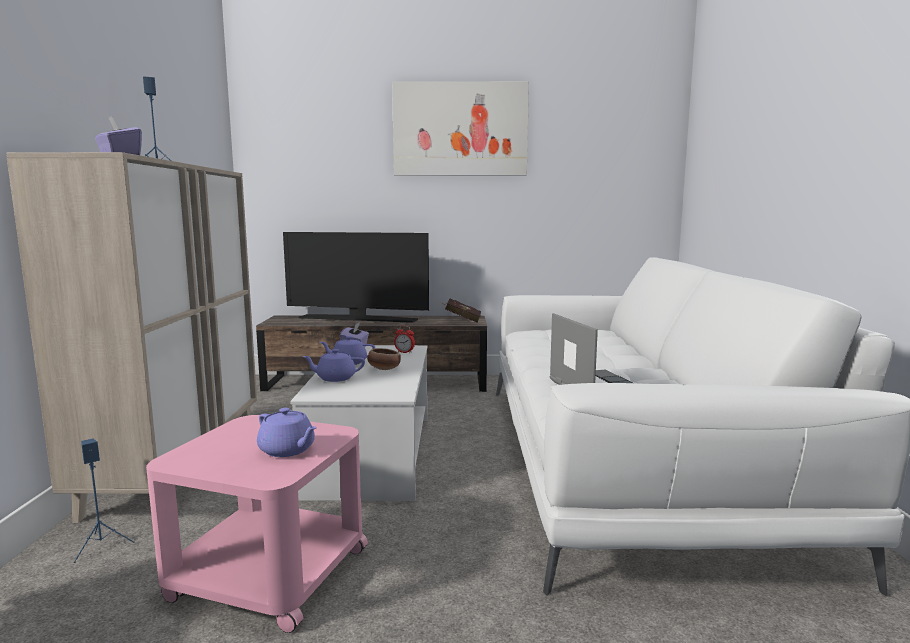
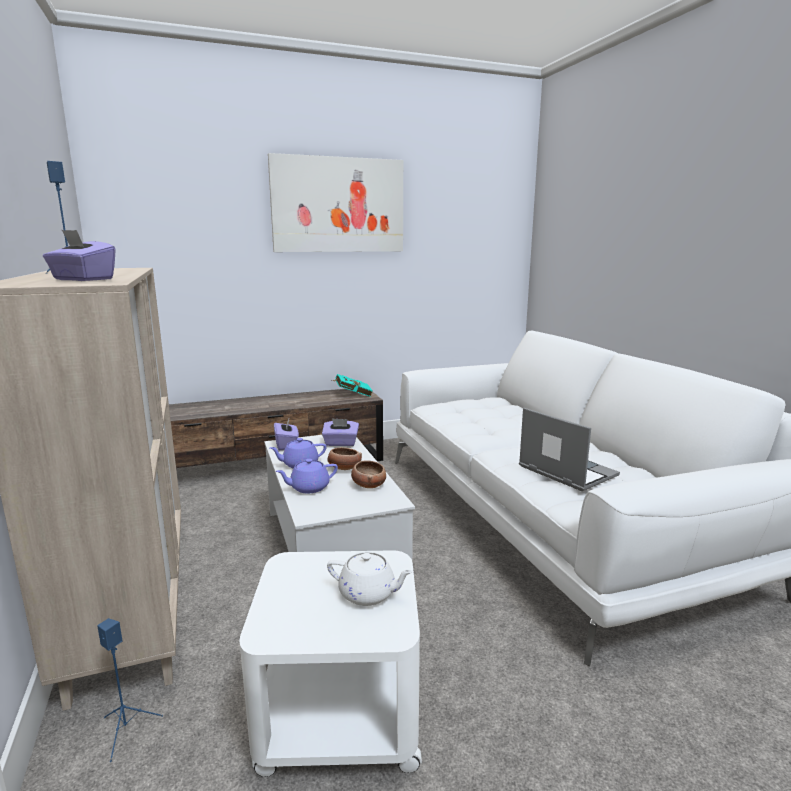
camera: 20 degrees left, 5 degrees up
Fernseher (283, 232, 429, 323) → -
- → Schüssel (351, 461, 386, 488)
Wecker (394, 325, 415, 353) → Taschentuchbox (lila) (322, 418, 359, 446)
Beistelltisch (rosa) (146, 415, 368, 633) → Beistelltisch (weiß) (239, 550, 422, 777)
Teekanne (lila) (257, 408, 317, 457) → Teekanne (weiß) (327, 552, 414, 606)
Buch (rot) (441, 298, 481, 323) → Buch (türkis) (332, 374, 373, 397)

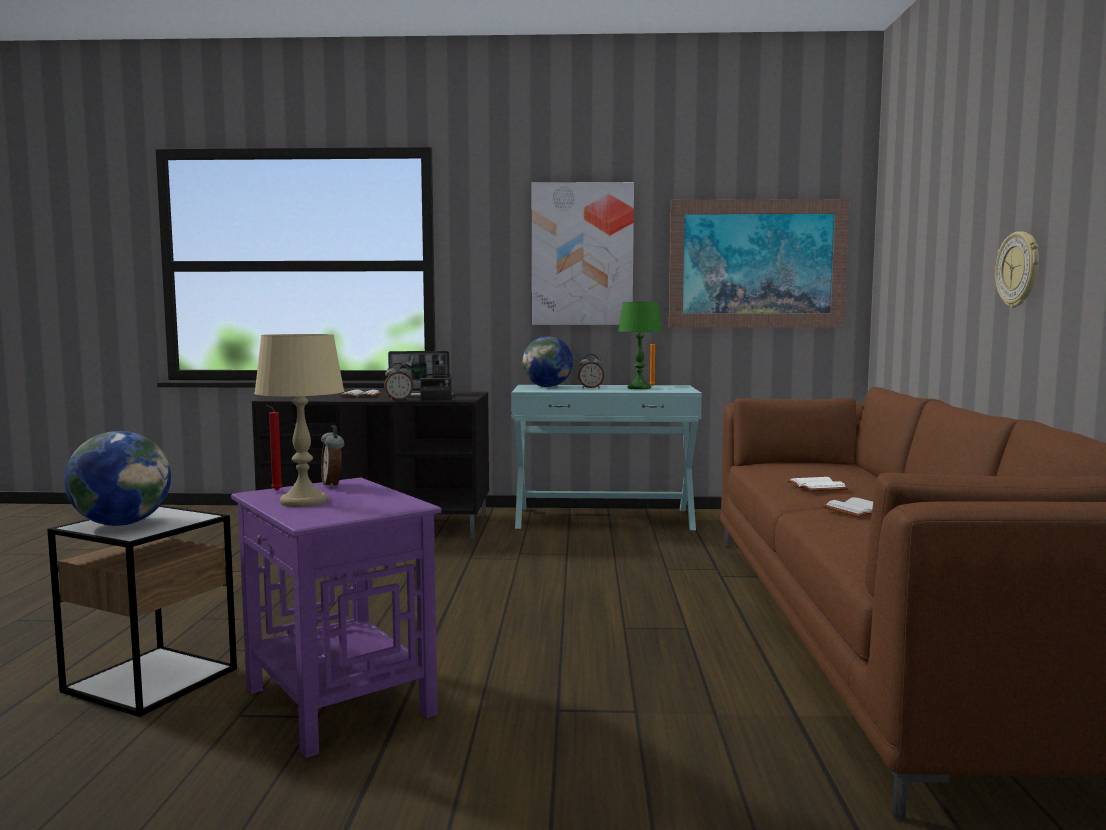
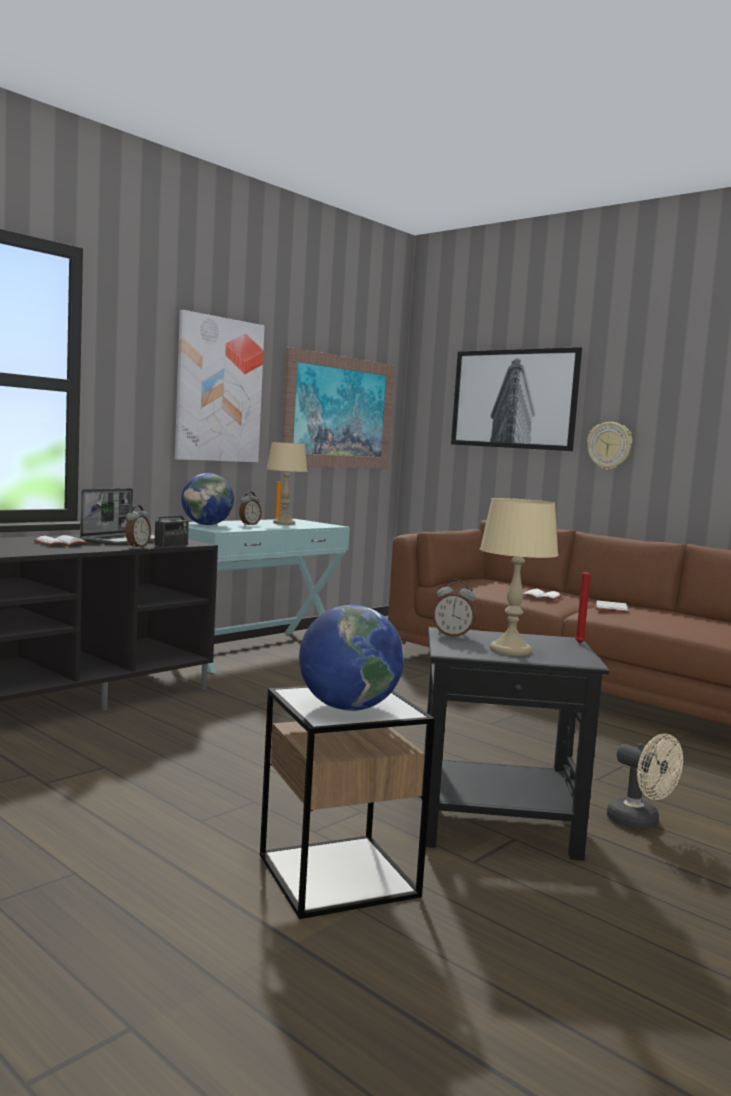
camera: 50 degrees left, 0 degrees up
- → Bild (451, 347, 582, 451)
- → Ventilator (beige) (606, 734, 683, 829)
Kerze (rot) (265, 404, 283, 491) → Kerze (rot) (575, 566, 591, 643), moved
Beistelltisch (lila) (231, 478, 441, 758) → Beistelltisch (schwarz) (421, 627, 610, 860)
Tischlampe (grün) (618, 302, 662, 389) → Tischlampe (beige) (266, 442, 308, 525)

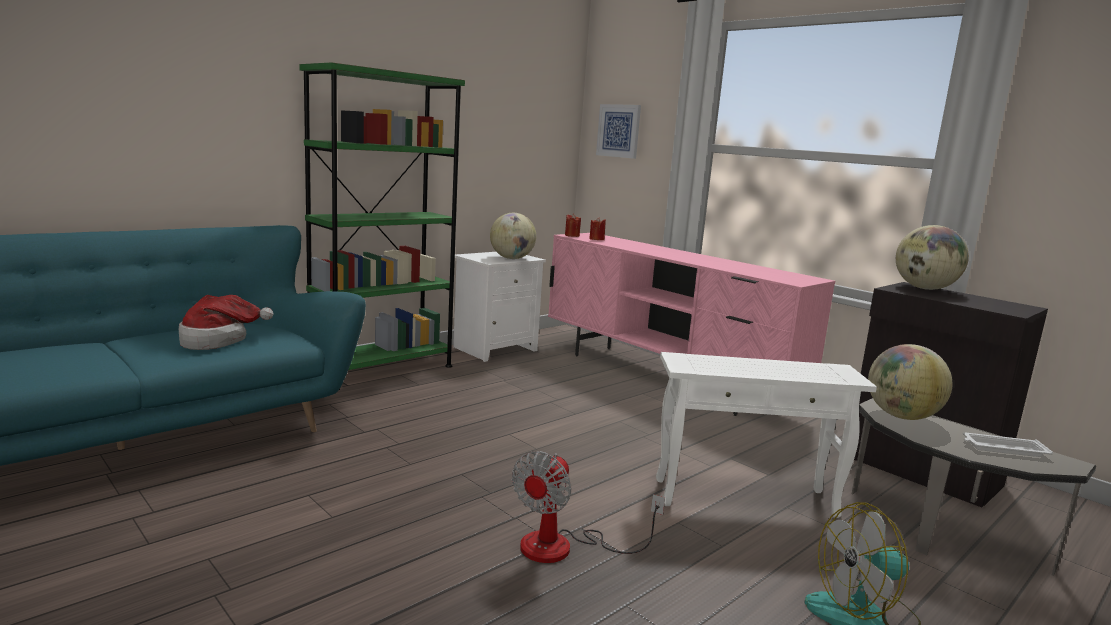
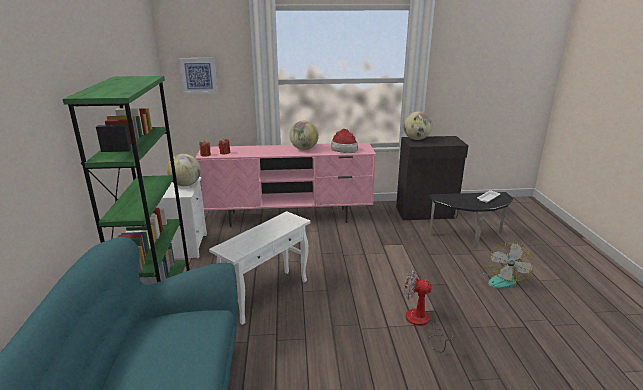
camera: 50 degrees left, 10 degrees up
Hut (179, 295, 273, 350) → Hut (331, 129, 358, 153), moved
Beistelltisch (weiß) (656, 352, 877, 518) → Beistelltisch (weiß) (209, 211, 310, 325), moved
Globus (868, 344, 952, 420) → Globus (290, 121, 319, 150), moved
Ventilator (512, 451, 665, 563) → Ventilator (404, 269, 453, 353), 135 degrees clockwise

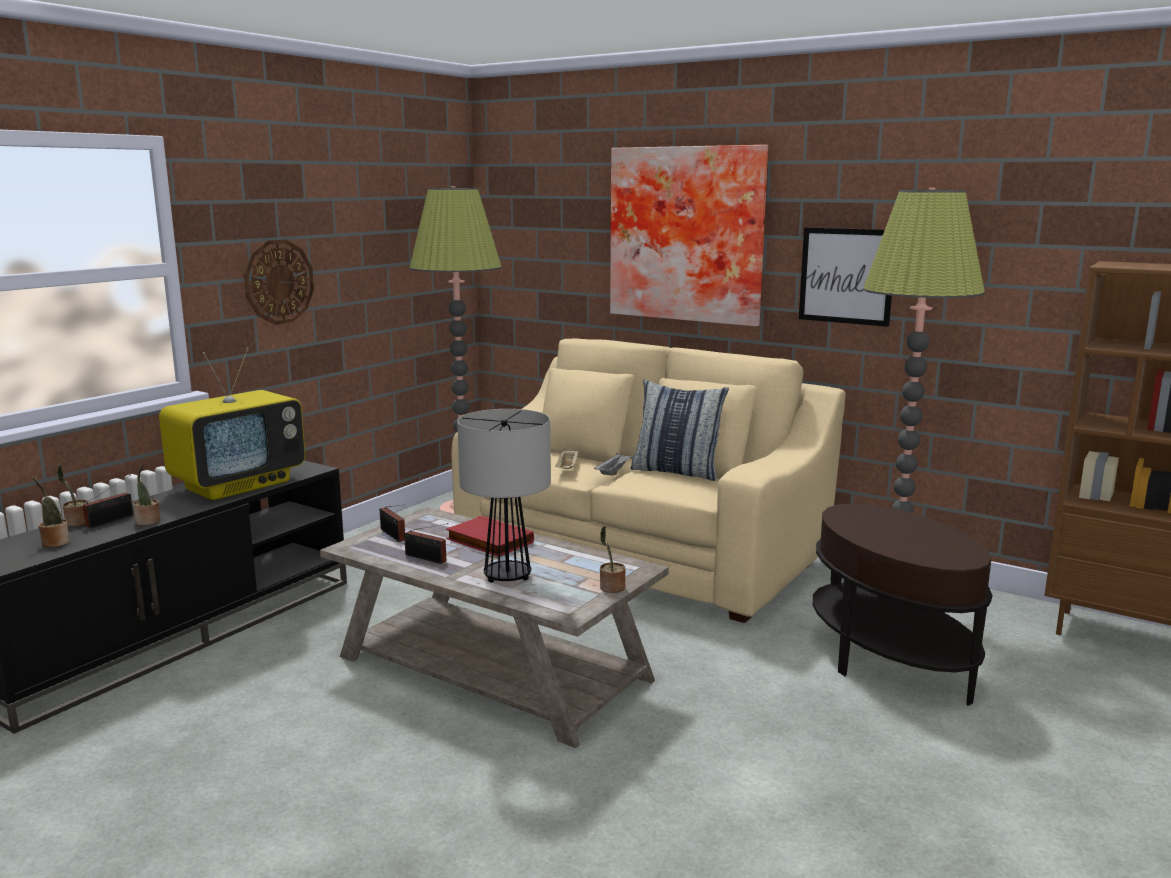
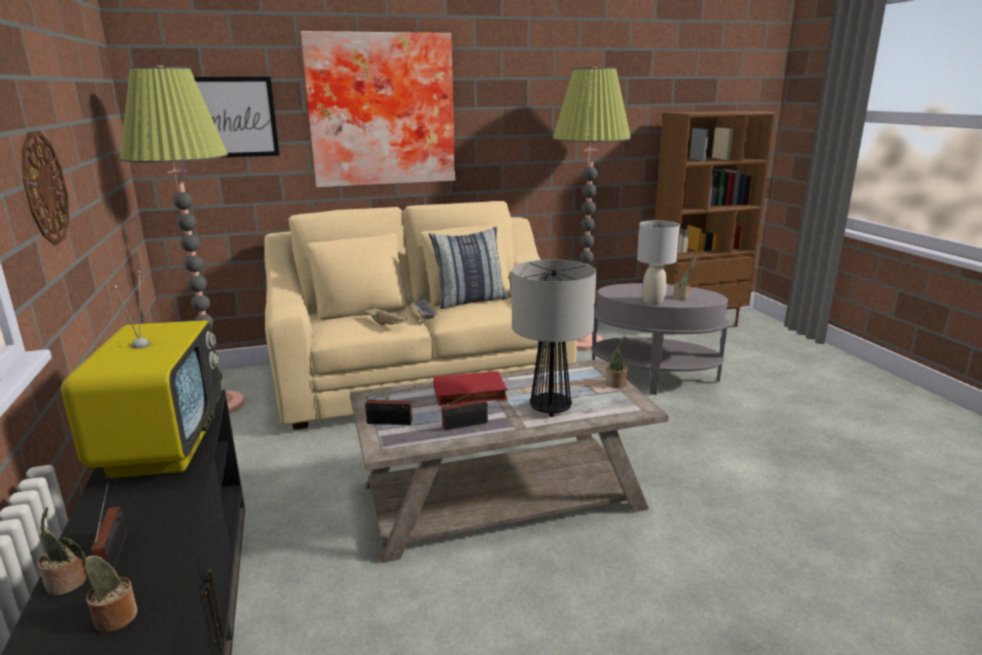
camera: 50 degrees left, 5 degrees up
- → Tischlampe (grau) (637, 220, 680, 305)
Topfpflanze (133, 464, 160, 525) → Topfpflanze (674, 257, 696, 300), moved
Bild (799, 227, 892, 327) → Bild (194, 77, 280, 158), moved
Beistelltisch (braun) (813, 503, 992, 706) → Beistelltisch (grau) (591, 283, 729, 395)

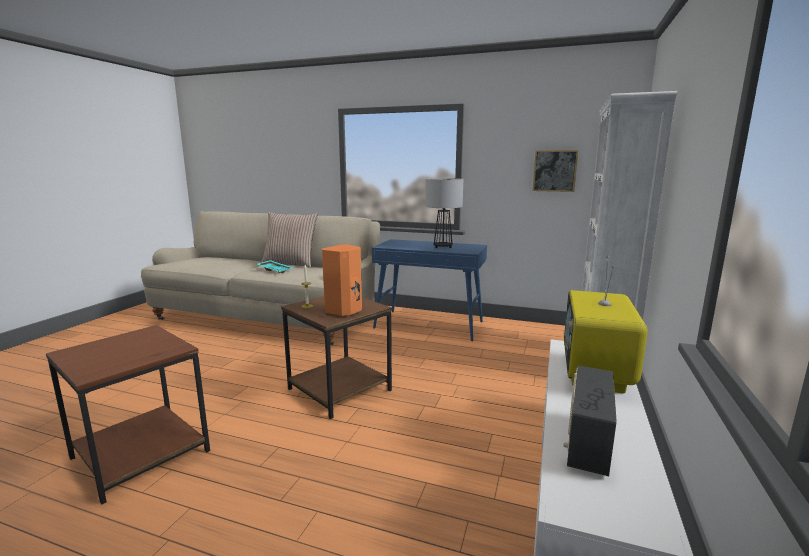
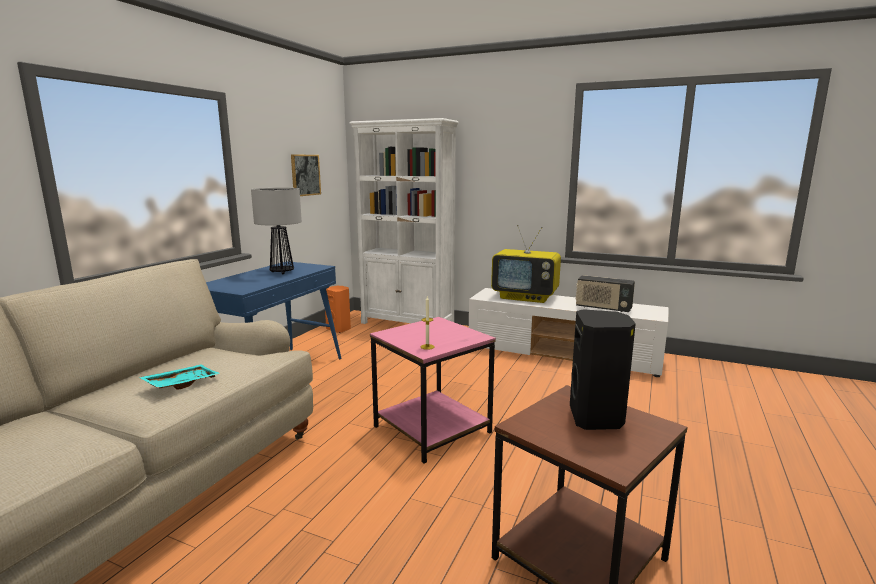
camera: 85 degrees left, 0 degrees up
Kissen (261, 212, 318, 268) → -
- → Lautsprecher (schwarz) (570, 309, 636, 430)
Lautsprecher (orange) (322, 244, 362, 316) → Lautsprecher (orange) (325, 286, 351, 333), moved
Beistelltisch (braun) (281, 296, 392, 419) → Beistelltisch (rosa) (370, 317, 496, 464)

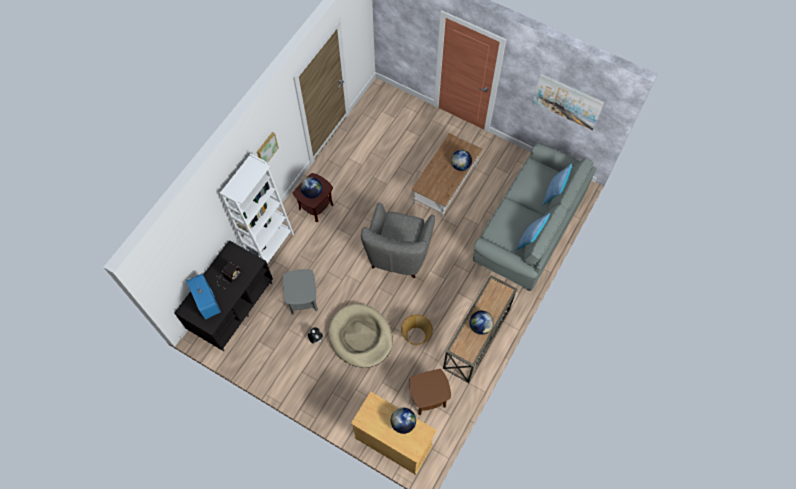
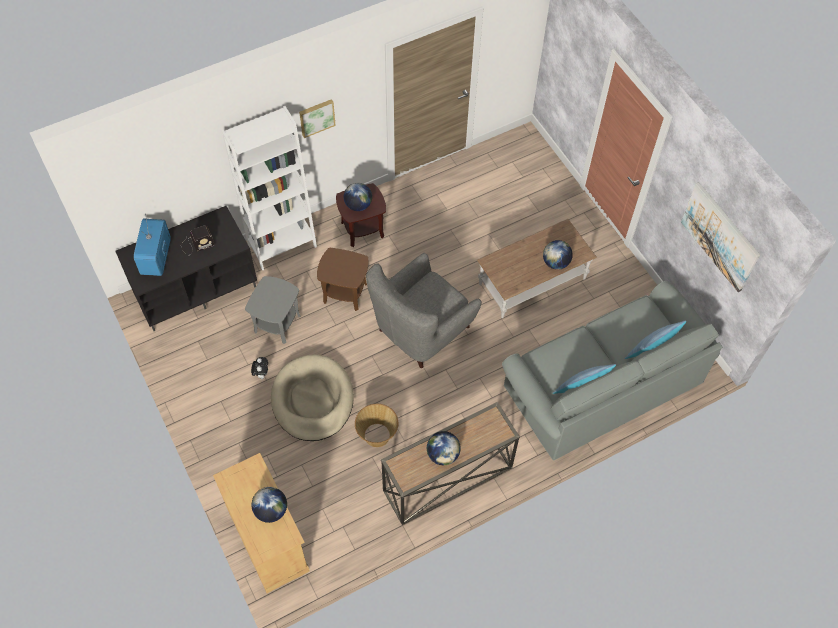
camera: 30 degrees right, 5 degrees down
Beistelltisch (braun) (409, 369, 451, 415) → Beistelltisch (braun) (317, 248, 368, 311), moved

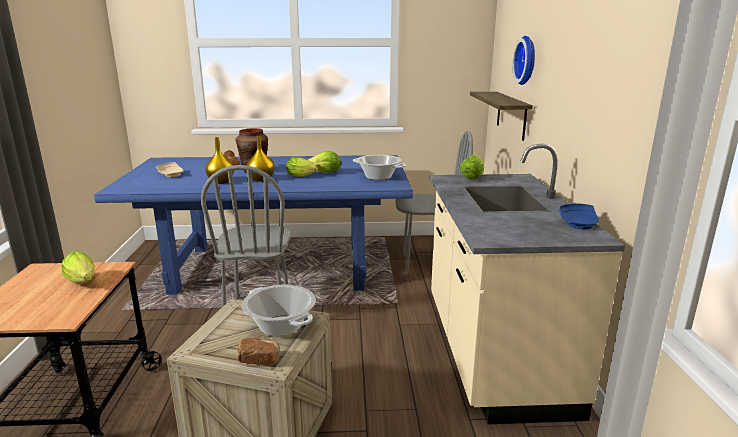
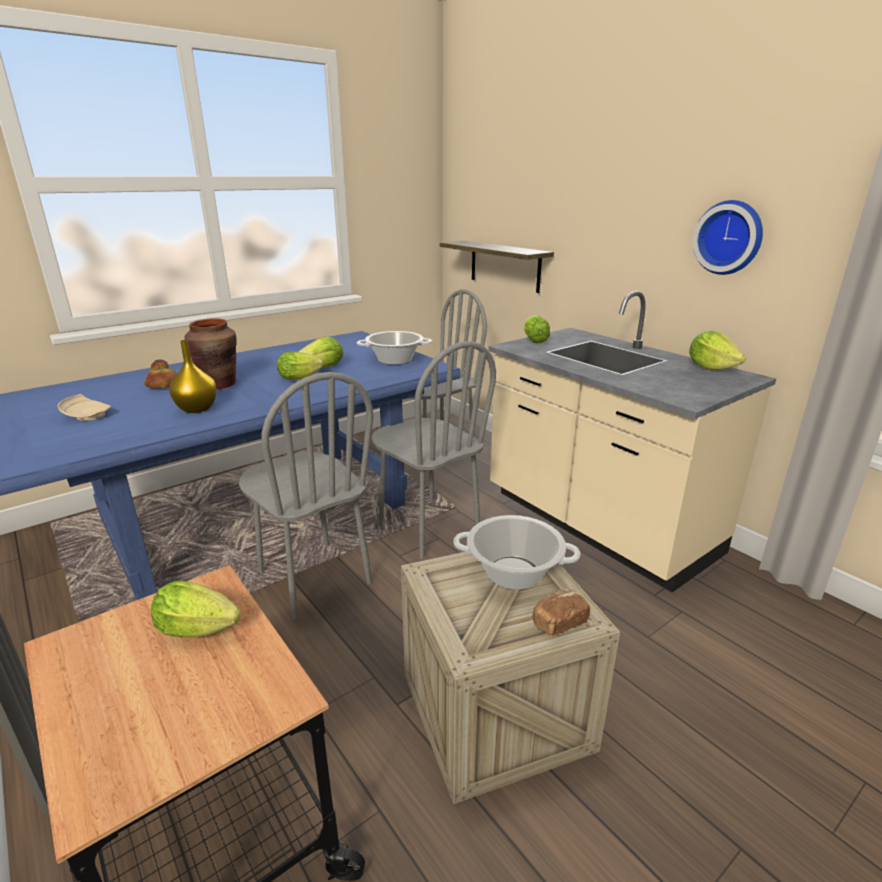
camera: 35 degrees left, 5 degrees up
Vase (gelb) (247, 136, 274, 181) → -
- → Stuhl (grau) (372, 341, 496, 559)
Wanduhr (512, 36, 535, 85) → Wanduhr (693, 200, 763, 275), moved
Teller (blau) (559, 203, 599, 229) → Salatkopf (689, 331, 746, 370)

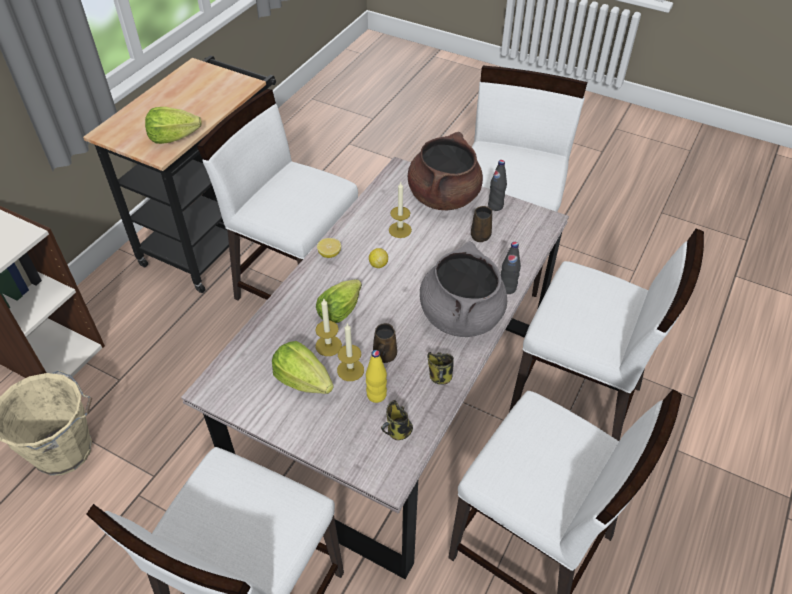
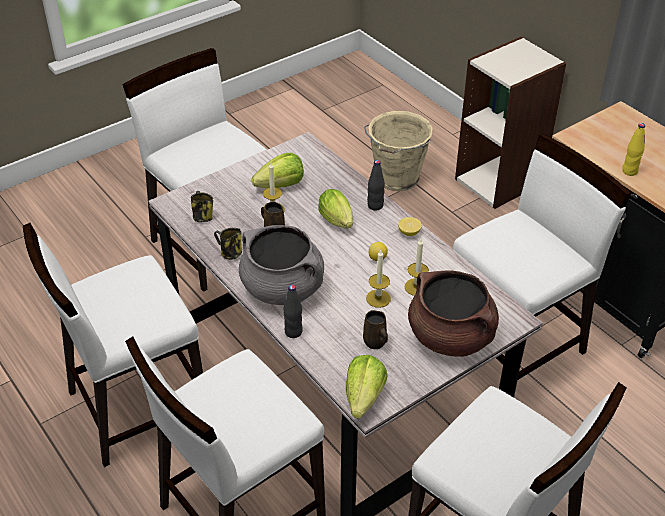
camera: 115 degrees right, 5 degrees down
Salatkopf (145, 107, 202, 144) → Salatkopf (346, 355, 388, 419), moved
Kerze (315, 299, 342, 356) → Kerze (366, 250, 391, 308), moved
Flasche (gelb) (366, 350, 387, 403) → Flasche (gelb) (622, 123, 645, 176), moved
Flasche (schwarz) (488, 160, 507, 211) → Flasche (schwarz) (367, 160, 385, 211), moved

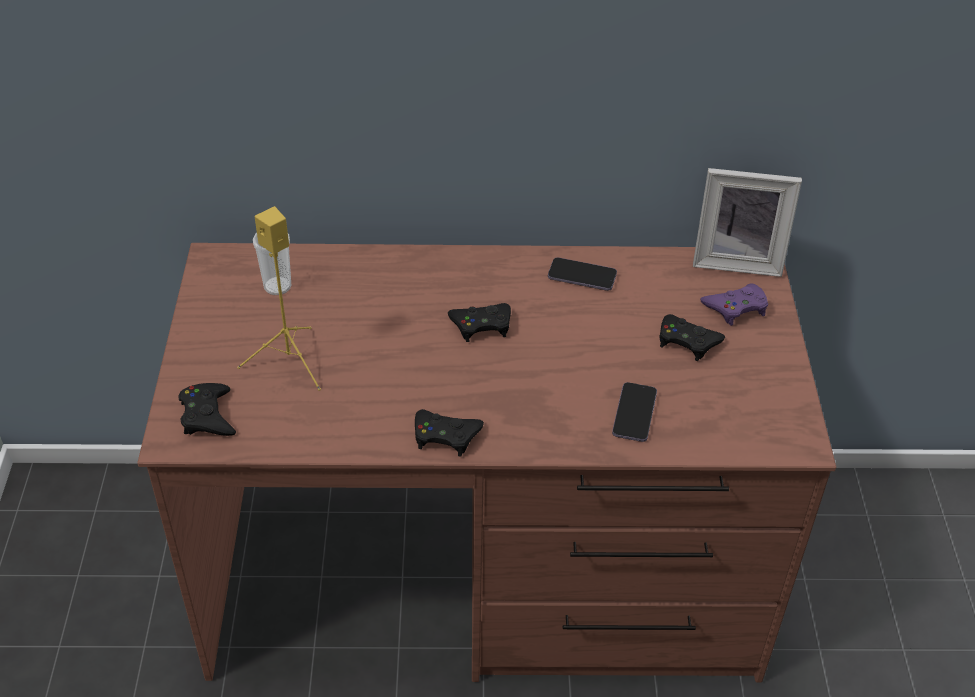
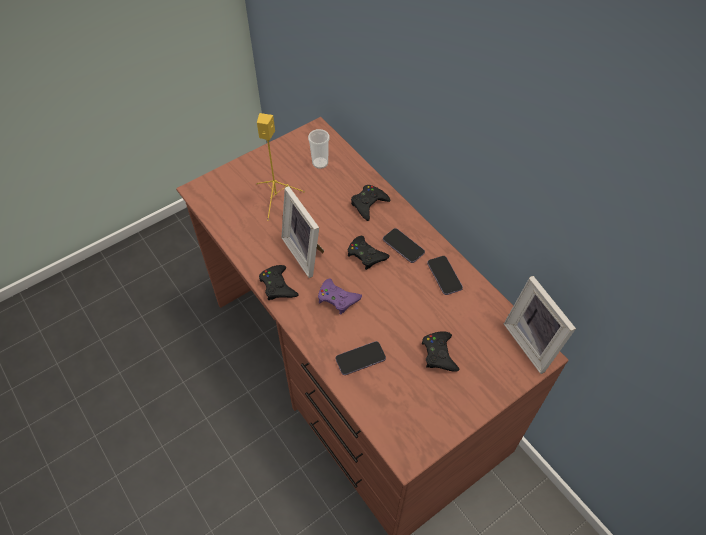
camera: 55 degrees right, 10 degrees up
- → Bilderrahmen (281, 186, 324, 278)
- → Handy (383, 228, 425, 263)
Gamepad (schwarz) (178, 383, 236, 436) → Gamepad (schwarz) (351, 185, 390, 221), moved
Gamepad (lila) (700, 284, 768, 326) → Gamepad (lila) (318, 278, 362, 315), moved

